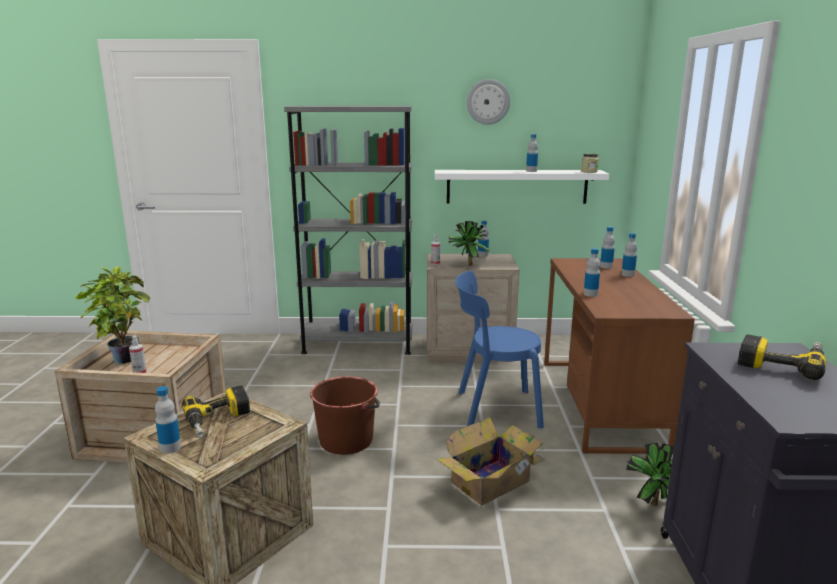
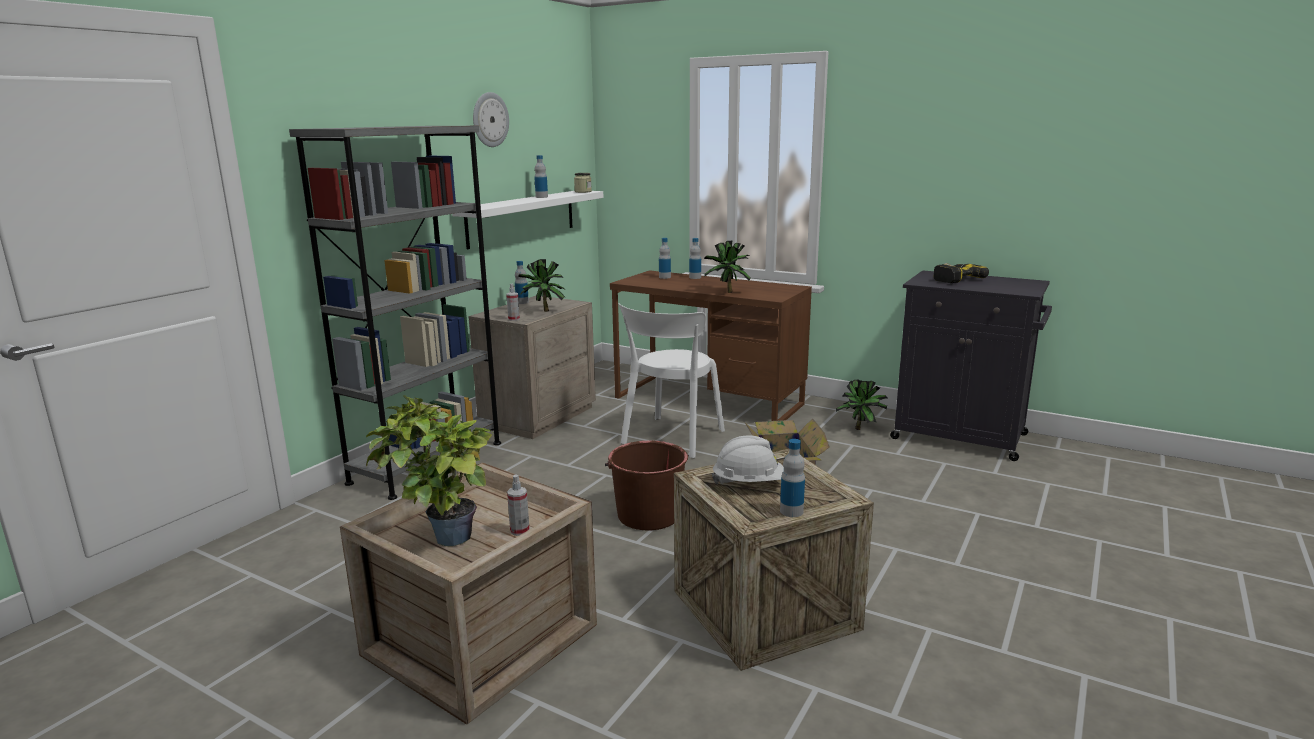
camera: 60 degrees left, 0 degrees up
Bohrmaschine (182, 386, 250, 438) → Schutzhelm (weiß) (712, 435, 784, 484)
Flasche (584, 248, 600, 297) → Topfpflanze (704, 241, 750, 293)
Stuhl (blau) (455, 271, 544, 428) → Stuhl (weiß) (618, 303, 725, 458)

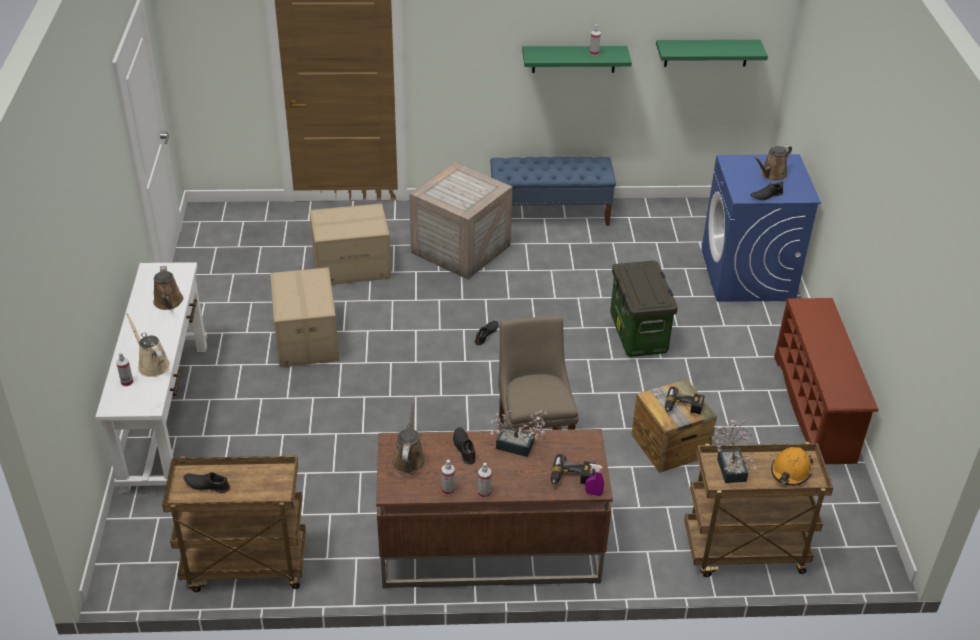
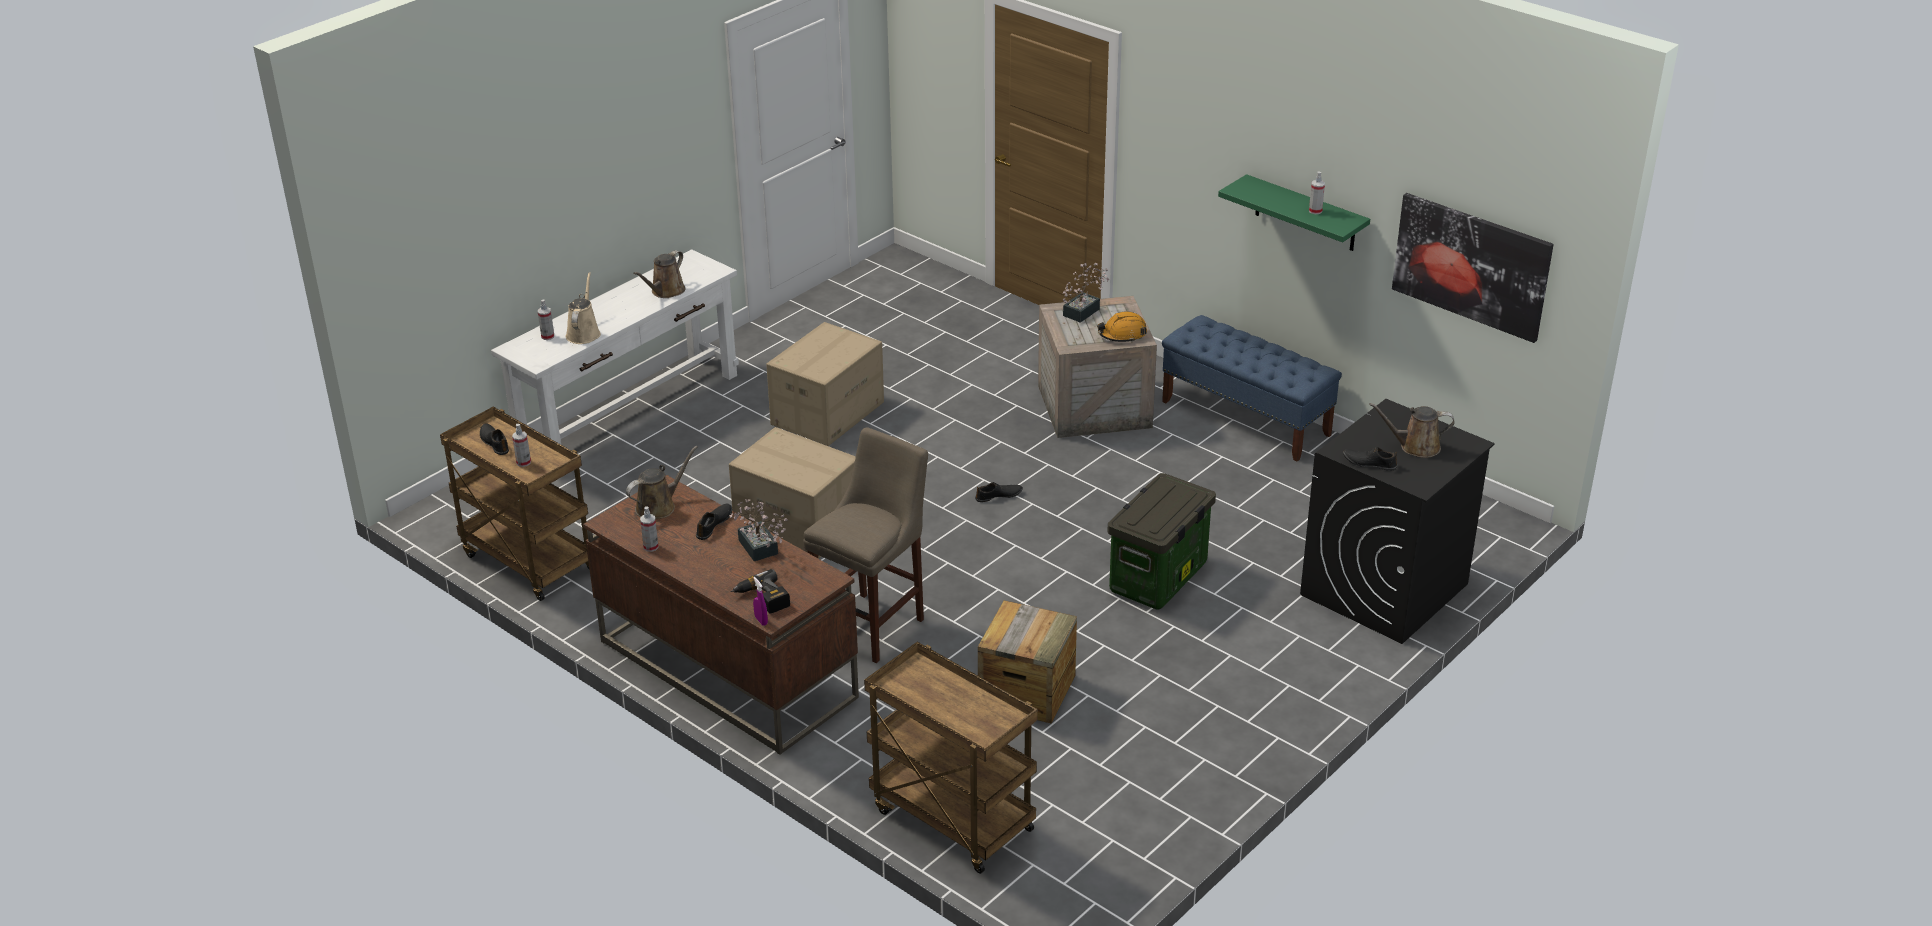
camera: 45 degrees right, 5 degrees down
Bohrmaschine (665, 386, 705, 415) → -
Schuhregal (braun) (774, 298, 878, 464) → -
Karton (310, 203, 391, 285) → Karton (729, 427, 856, 559), moved
Sprühflasche (478, 463, 491, 498) → Sprühflasche (512, 424, 531, 467), moved
Topfpflanze (711, 420, 756, 483) → Topfpflanze (1063, 263, 1110, 323), moved
Schutzhelm (orange) (771, 447, 813, 486) → Schutzhelm (orange) (1097, 311, 1147, 343), moved
Wandregal (grün) (656, 40, 768, 67) → Bild (1392, 193, 1554, 343)
Waschmaschine (blau) (701, 154, 821, 302) → Waschmaschine (schwarz) (1300, 399, 1495, 644)

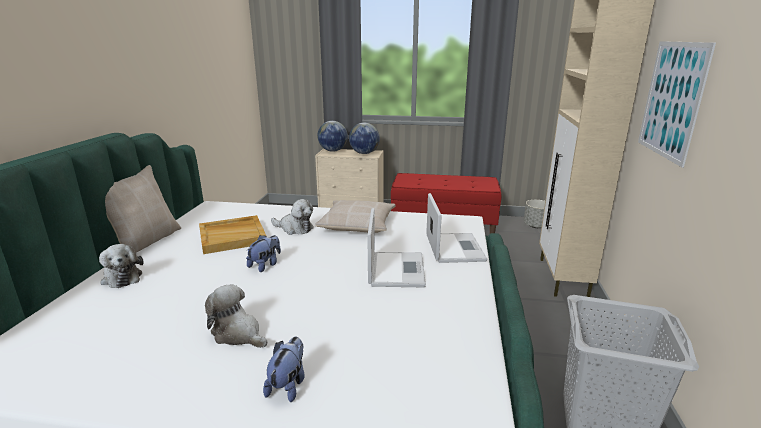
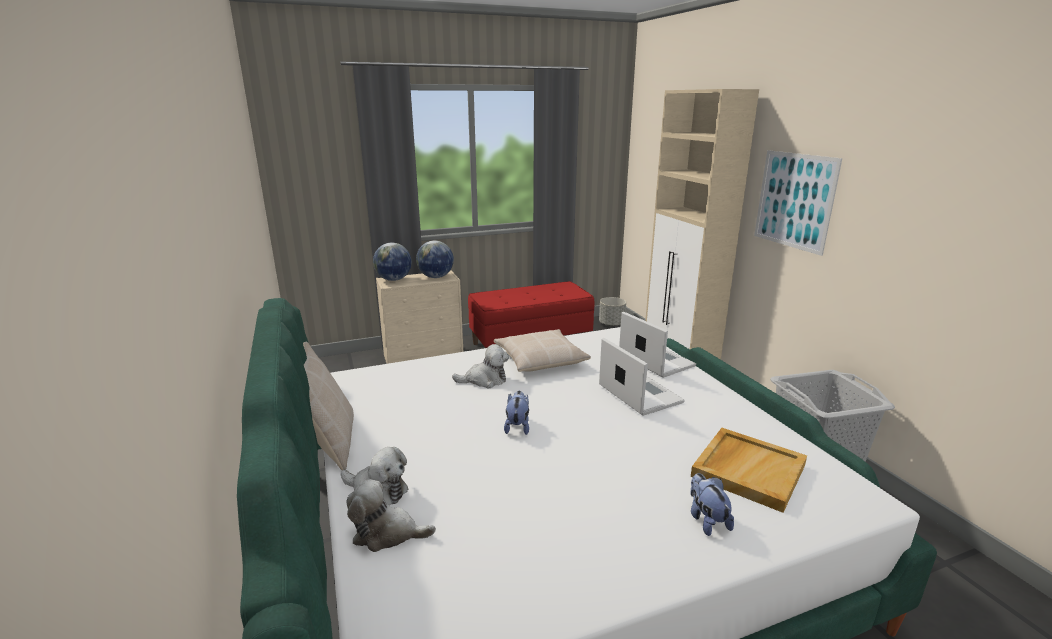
camera: 30 degrees left, 0 degrees up
Tablett (beige) (199, 215, 266, 254) → Tablett (beige) (691, 428, 807, 513), moved
Plüschtier (205, 284, 267, 348) → Plüschtier (347, 480, 436, 552), moved

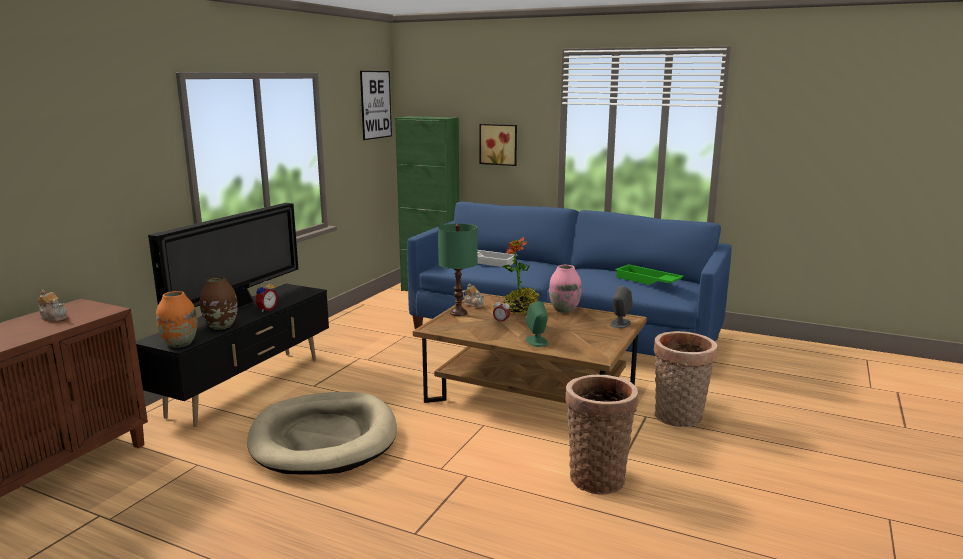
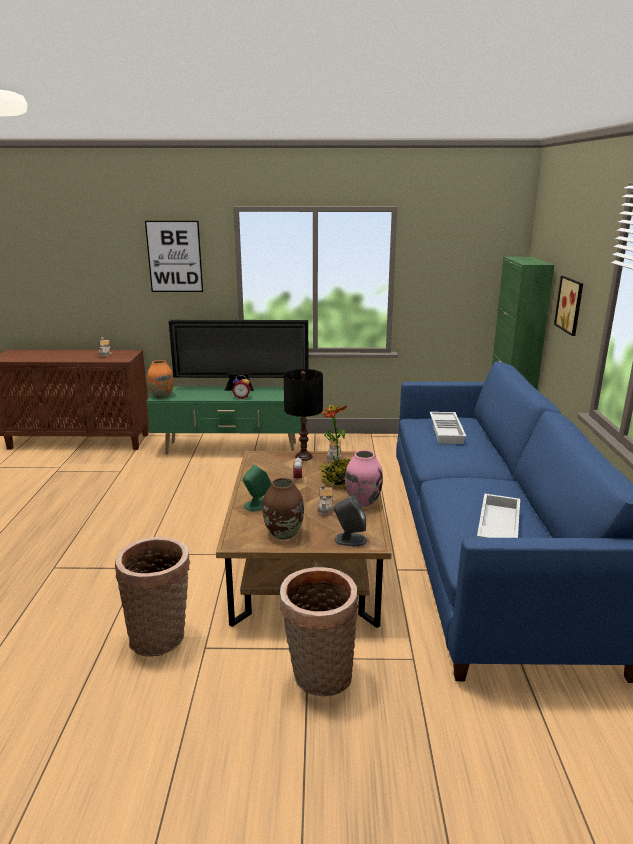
camera: 65 degrees right, 5 degrees up
Hundebett (beige) (247, 392, 397, 475) → -
- → Teekanne (317, 484, 334, 516)
Vase (braun) (200, 277, 238, 330) → Vase (braun) (263, 478, 304, 540), moved
Bild (360, 71, 392, 140) → Bild (145, 221, 203, 292), moved
Fernsehschrank (schwarz) (136, 284, 329, 427) → Fernsehschrank (grün) (147, 387, 302, 455)
Tischlampe (grün) (438, 223, 478, 316) → Tischlampe (schwarz) (284, 369, 323, 461)
Tablett (grün) (615, 264, 684, 285) → Tablett (weiß) (477, 493, 520, 538)

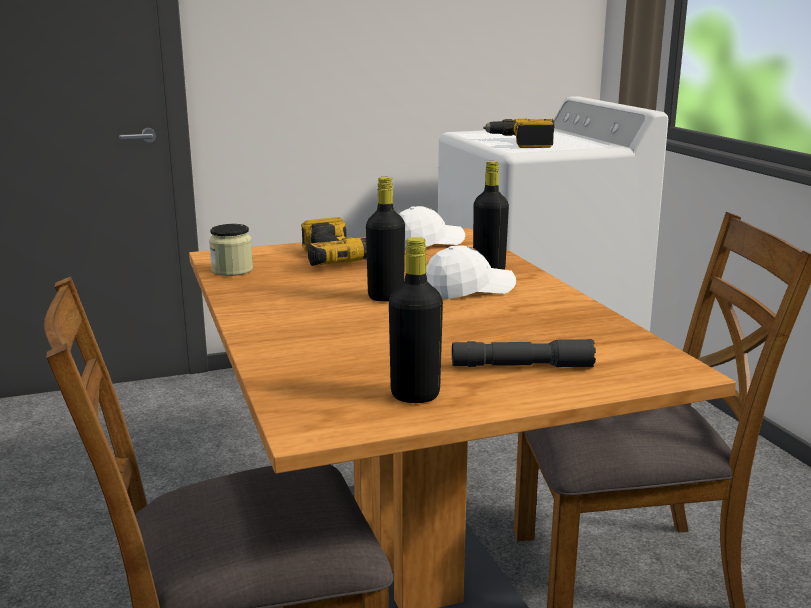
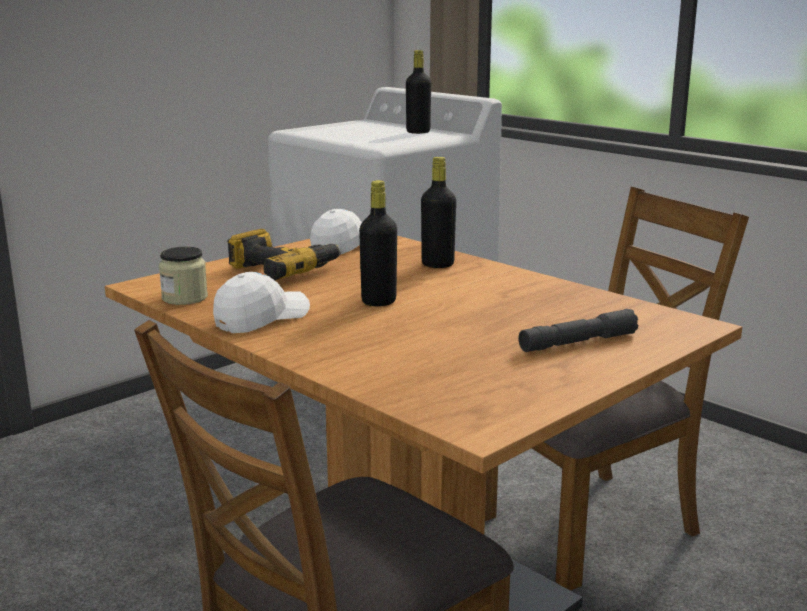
camera: 25 degrees left, 0 degrees up
Bohrmaschine (483, 119, 555, 148) → -
Flasche (schwarz) (389, 237, 443, 403) → Flasche (schwarz) (406, 50, 431, 134), moved
Kappe (weiß) (426, 245, 516, 299) → Kappe (weiß) (213, 272, 310, 333), moved

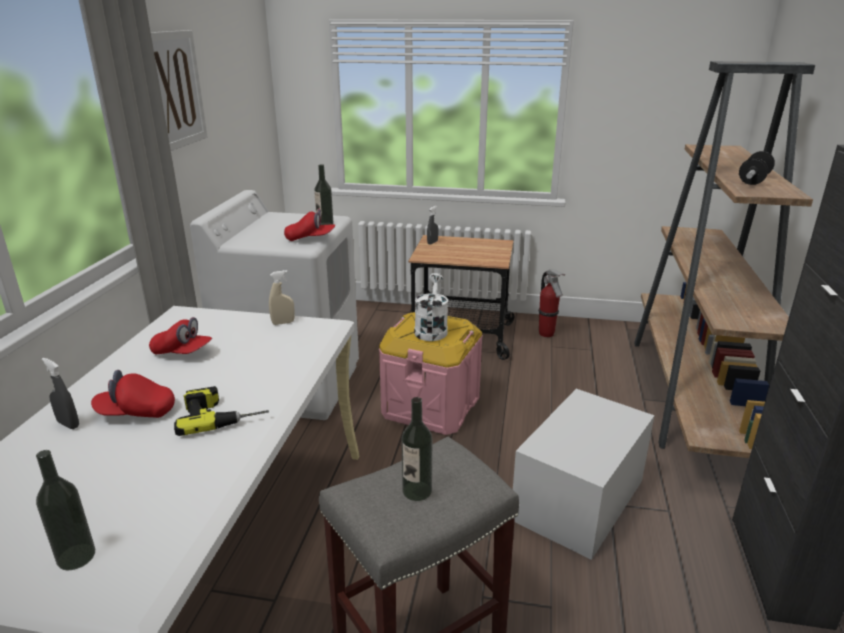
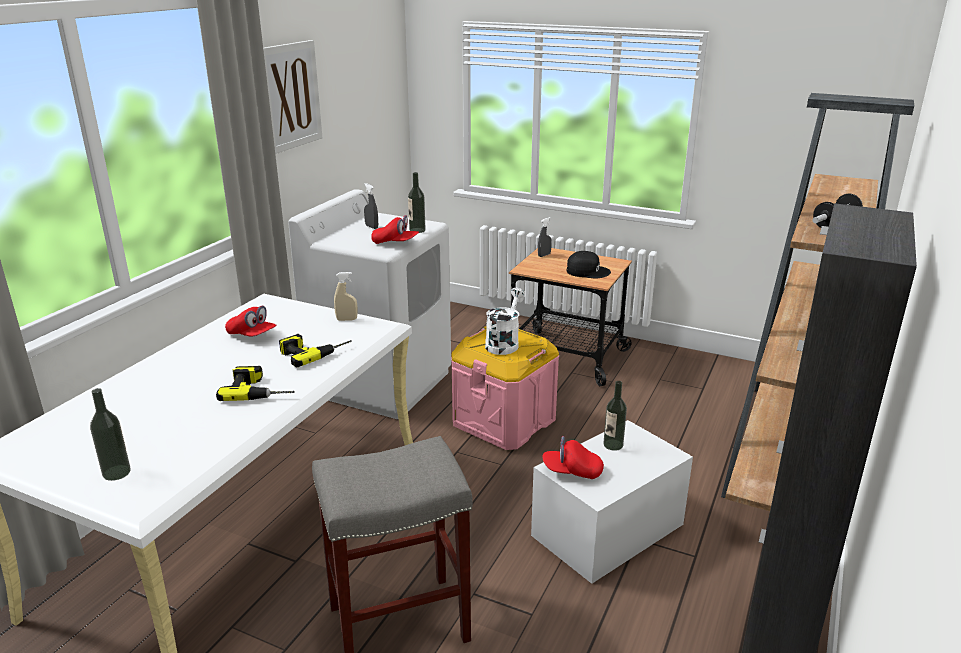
camera: 15 degrees right, 0 degrees up
Feuerlöscher (538, 269, 566, 337) → -
- → Bohrmaschine (279, 334, 352, 367)
- → Kappe (schwarz) (567, 251, 611, 278)
Sprühflasche (grau) (42, 358, 79, 429) → Sprühflasche (grau) (364, 183, 378, 229), moved
Kappe (rot) (91, 370, 175, 418) → Kappe (rot) (542, 436, 604, 479), moved
Flasche (401, 397, 432, 501) → Flasche (603, 381, 627, 451), moved

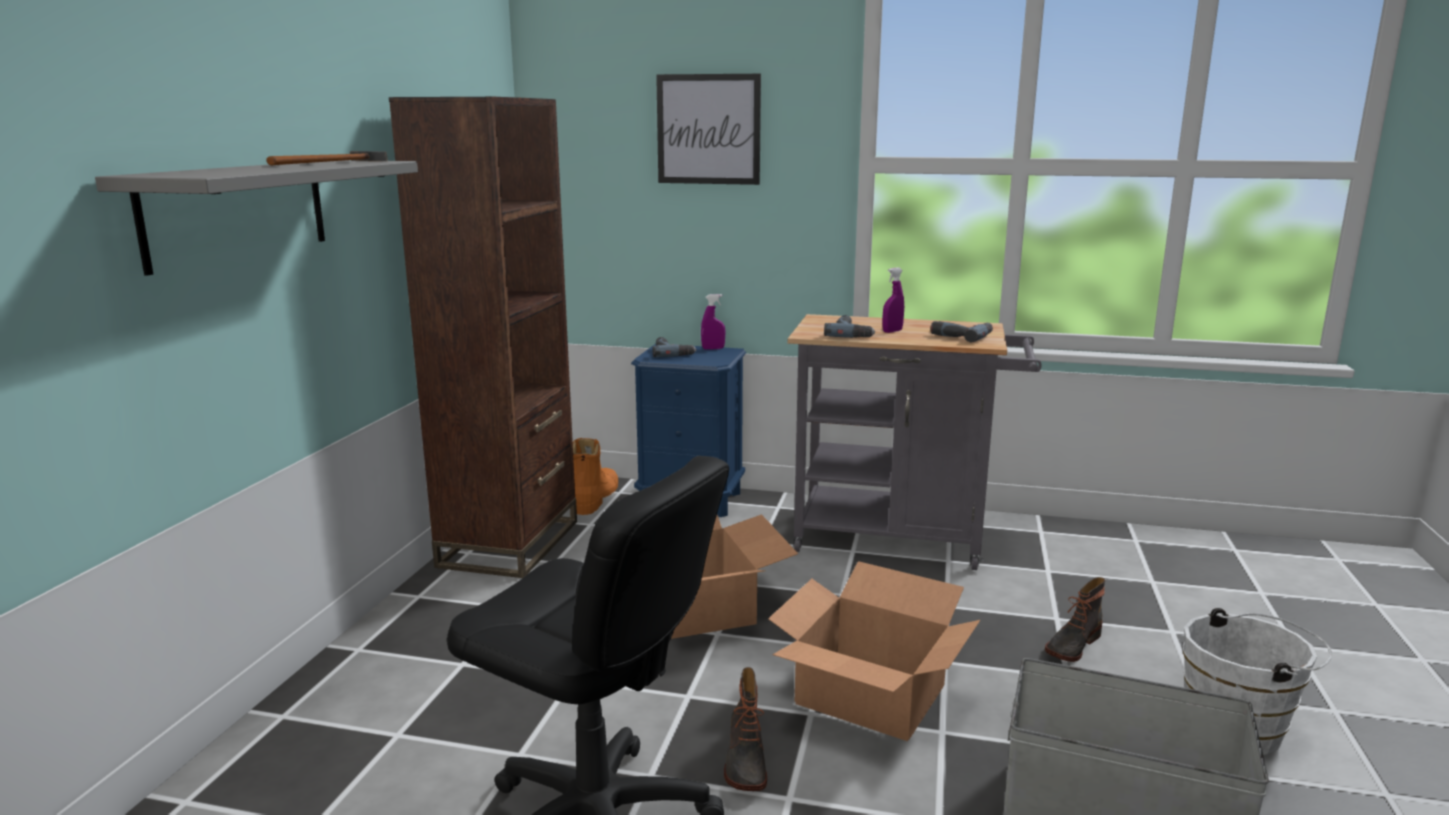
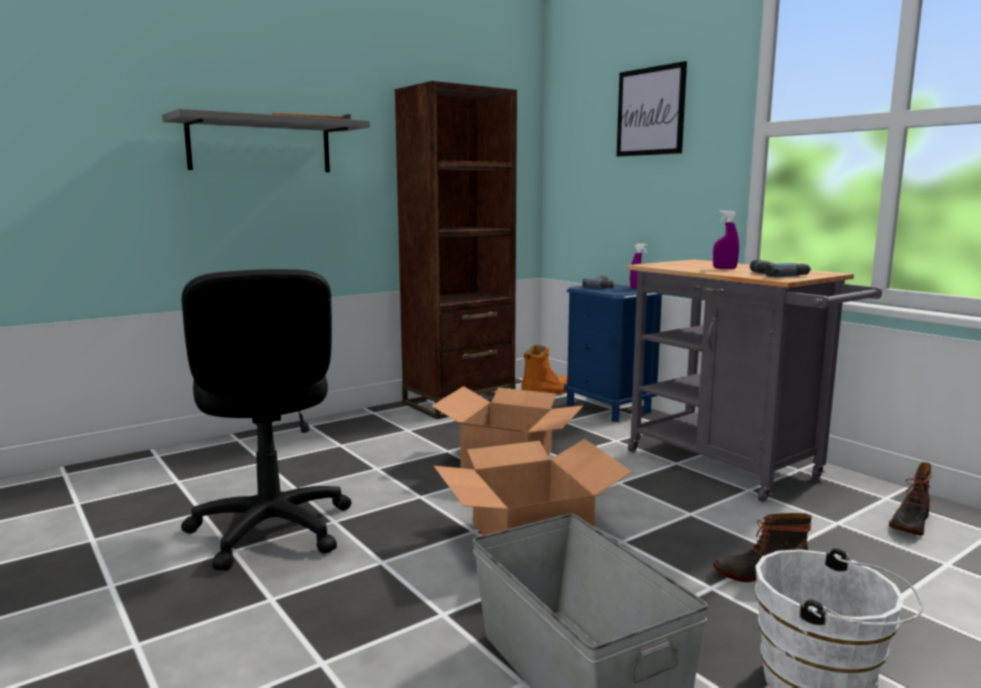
camera: 40 degrees right, 5 degrees down
Bohrmaschine (824, 315, 875, 338) → -
Stiefel (724, 667, 767, 791) → Stiefel (889, 462, 932, 536), moved

